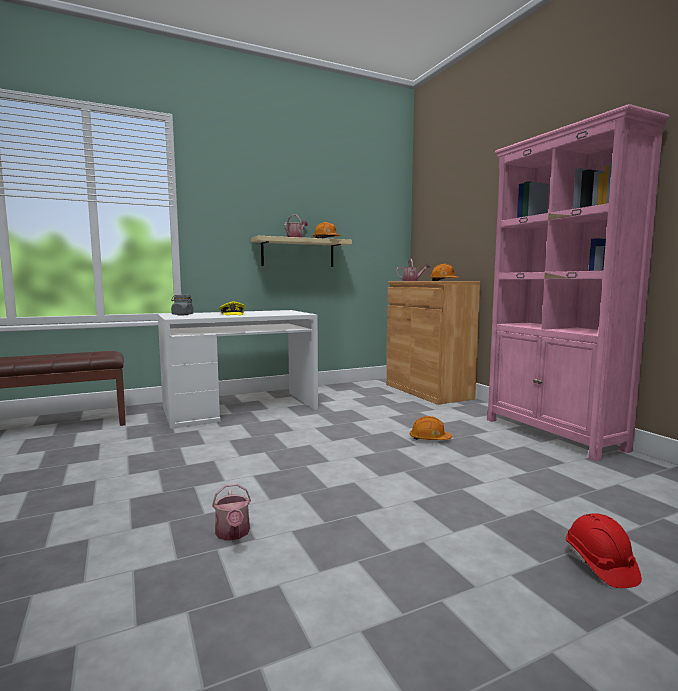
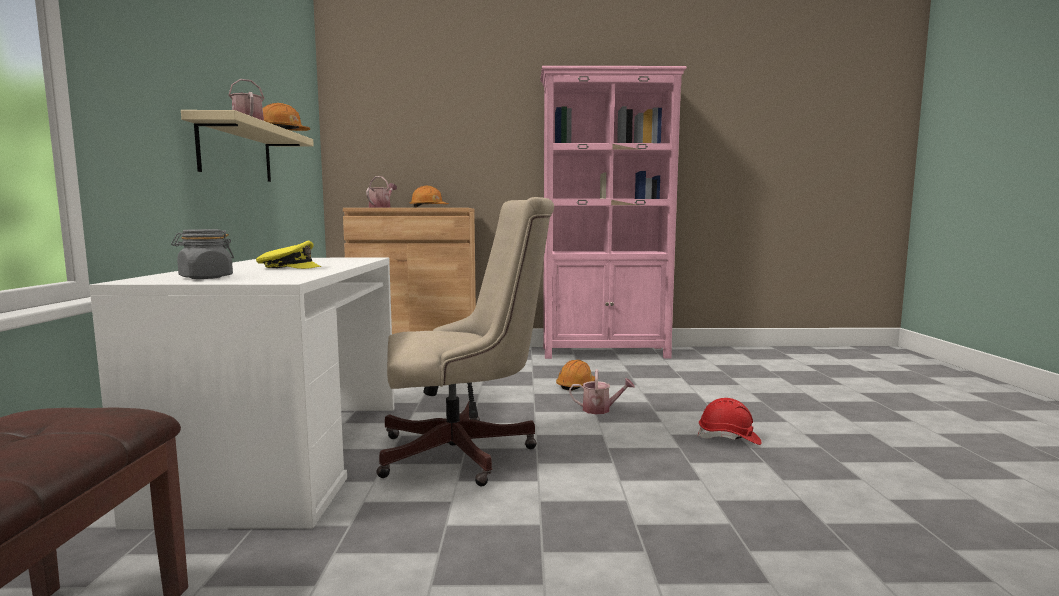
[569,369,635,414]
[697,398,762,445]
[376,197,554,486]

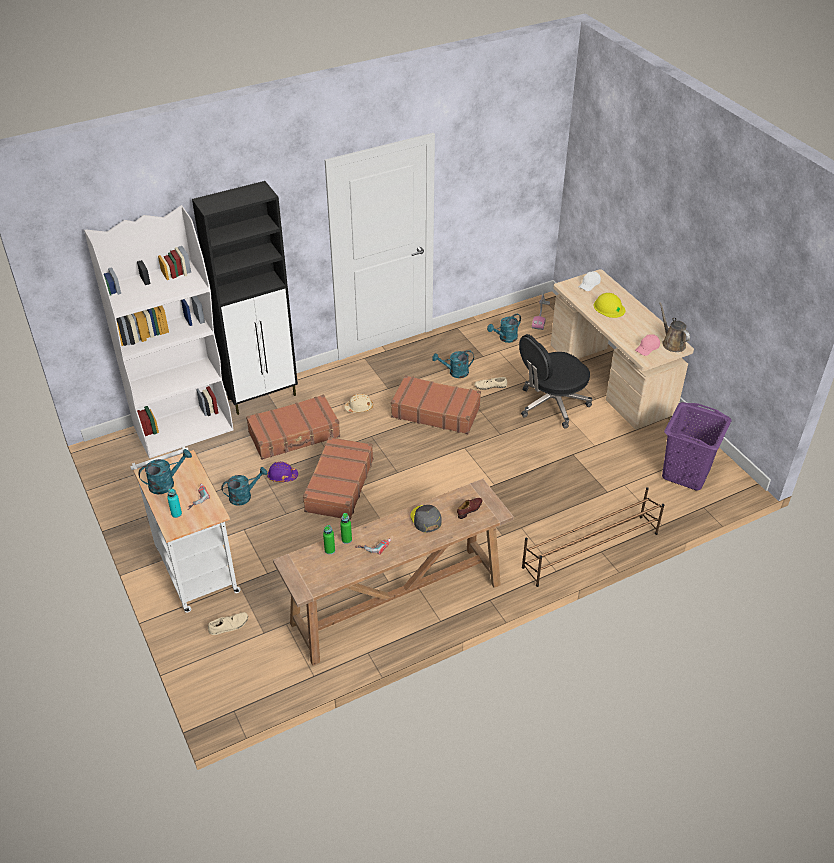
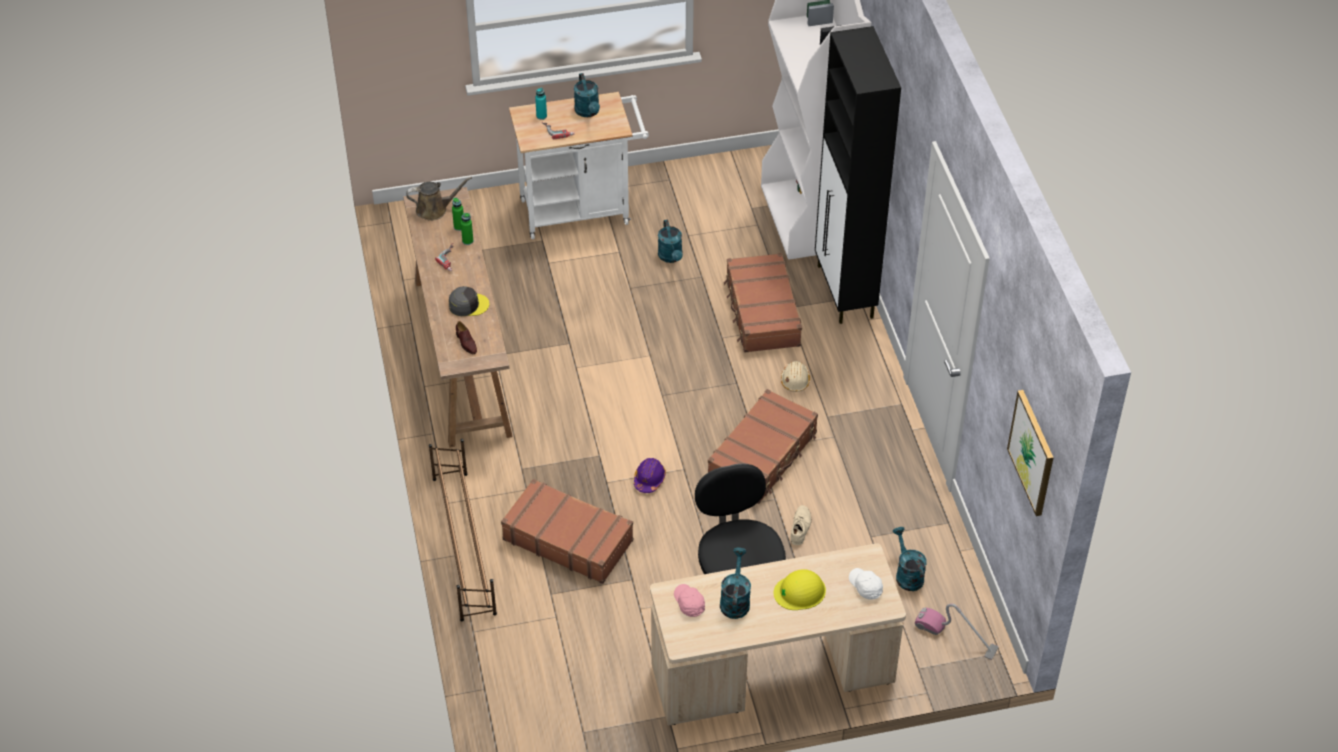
[208,612,248,635] (first image)
[634,458,666,493]
[501,479,633,584]
[720,548,751,619]
[406,177,472,221]
[662,402,732,490] (first image)
[1007,390,1054,516]

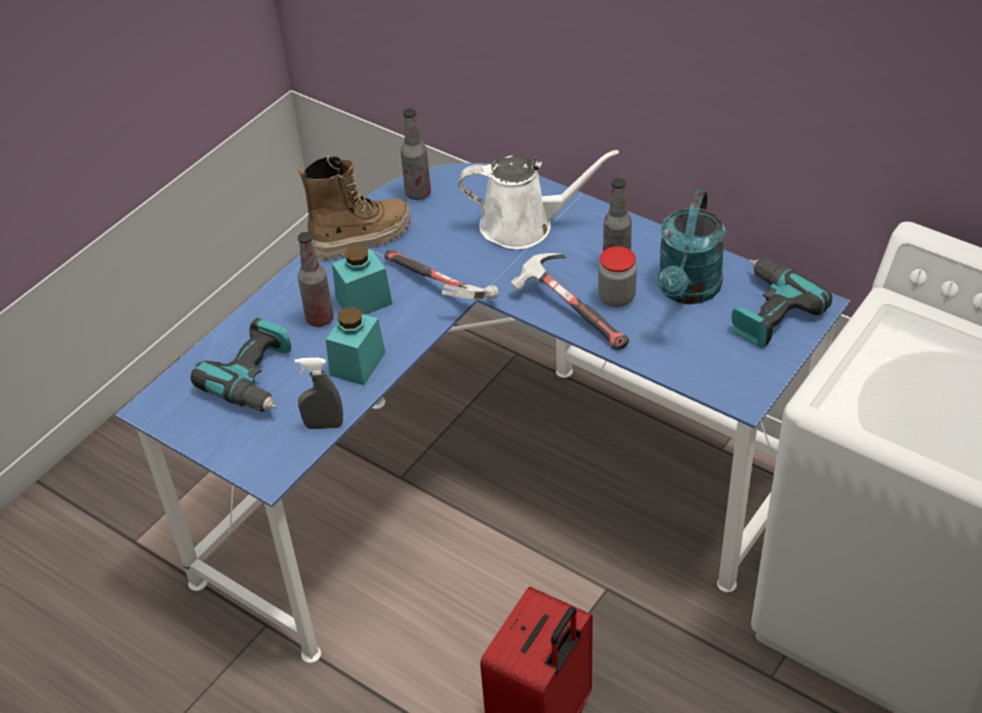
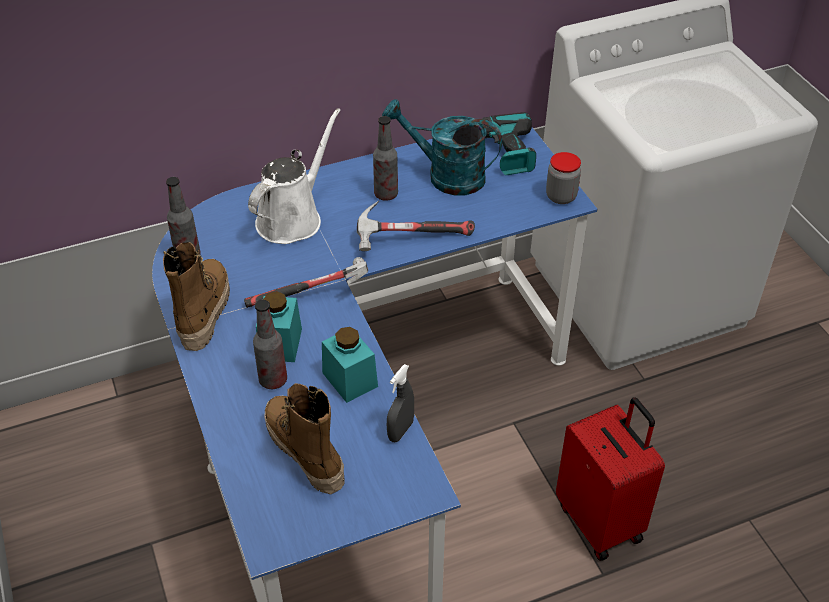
[264,383,345,494]
[546,152,581,204]
[382,99,502,195]

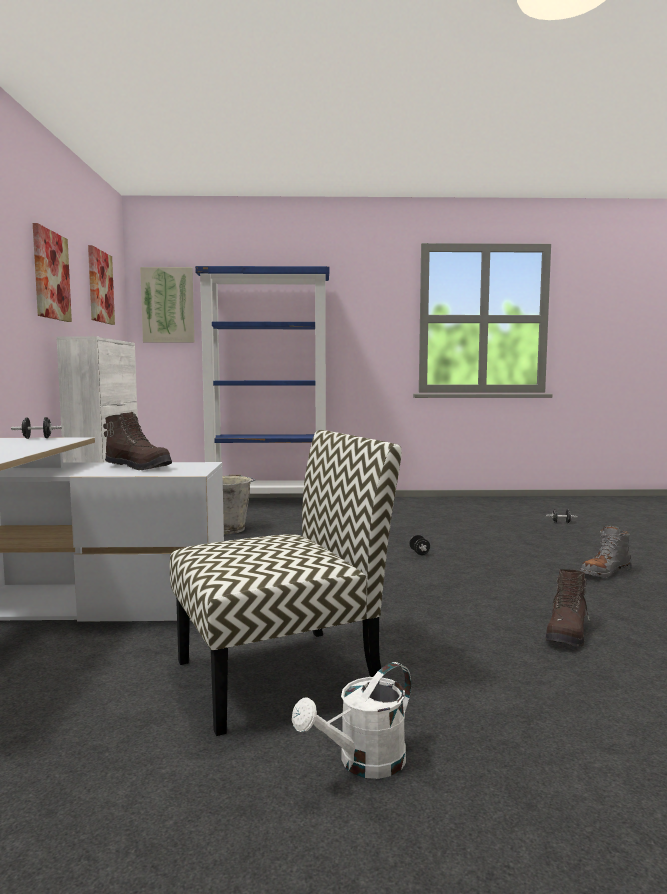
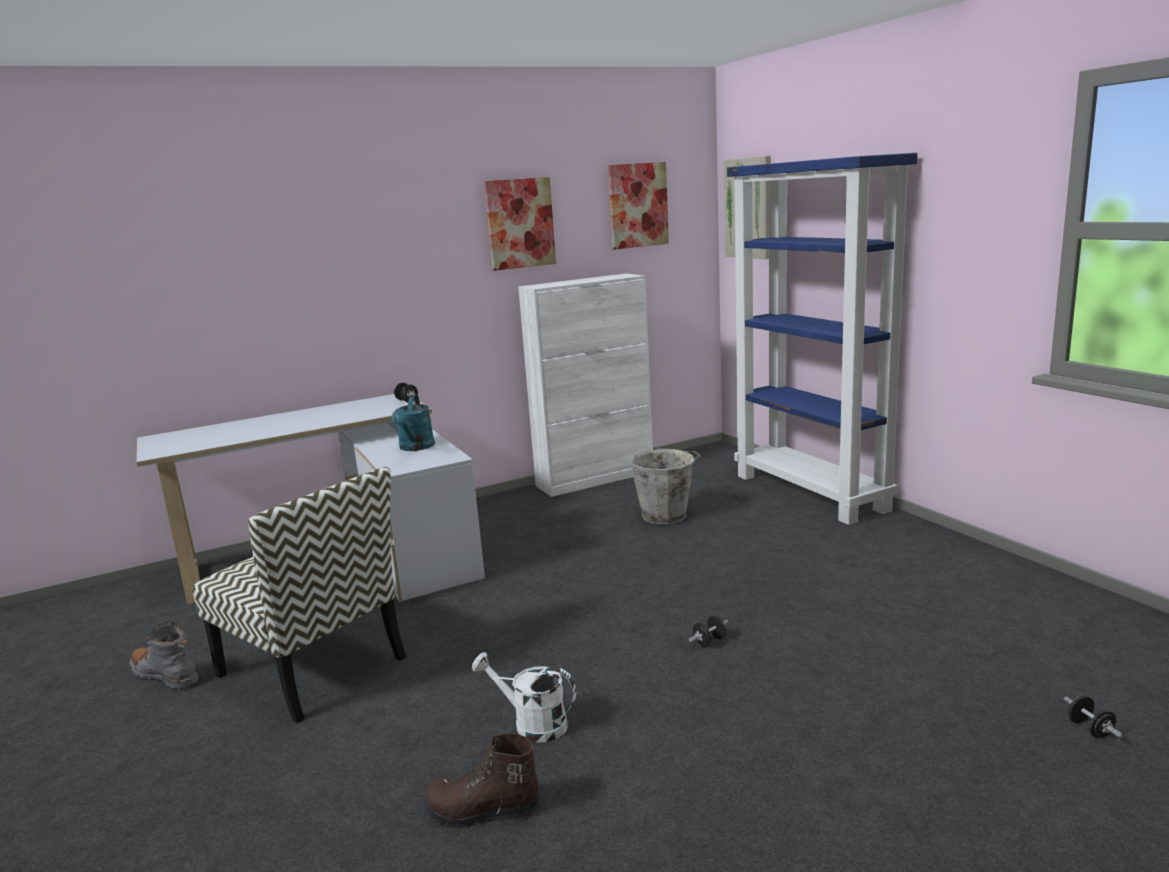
[391,394,435,451]
[472,652,576,742]
[130,621,199,689]

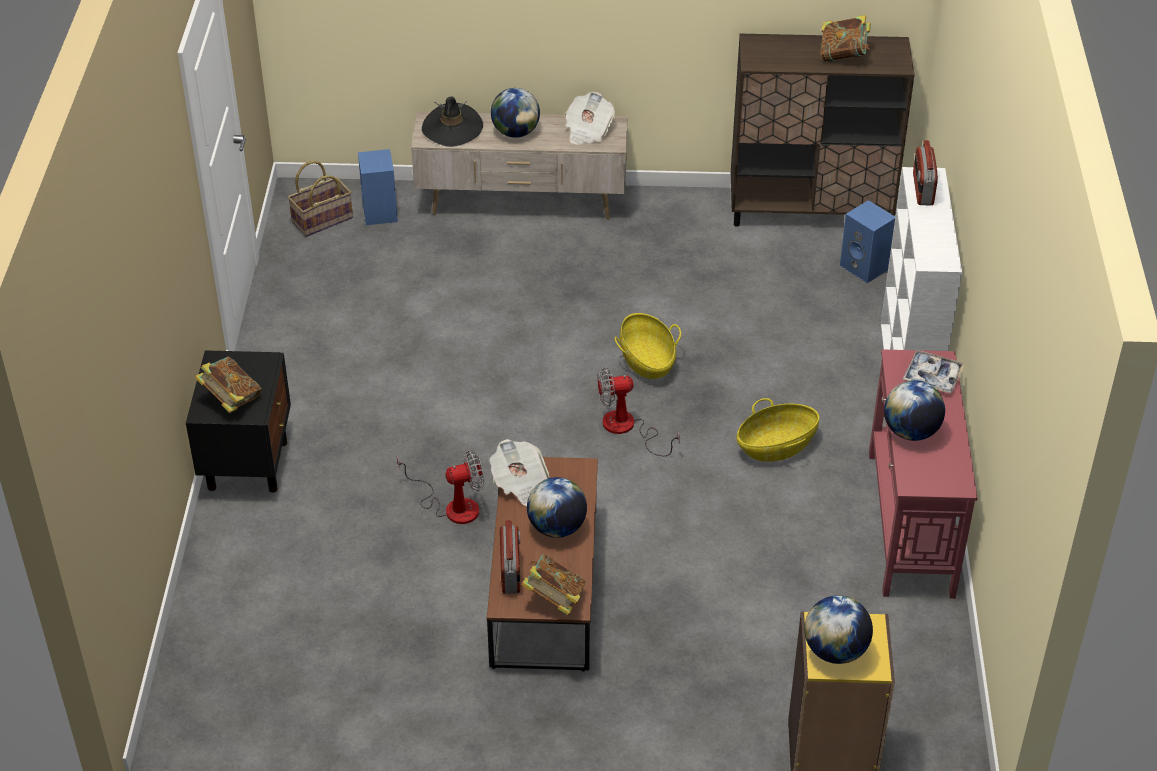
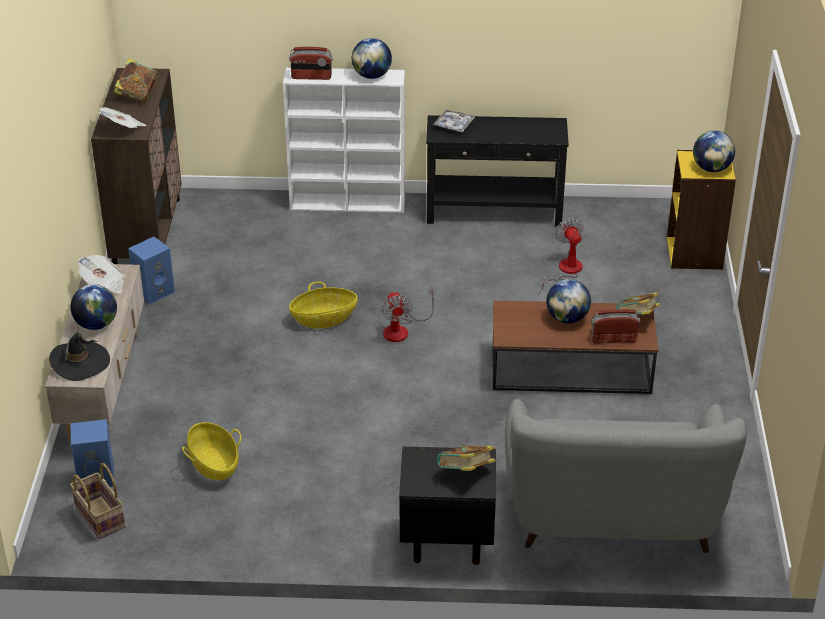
[542,217,583,290]
[98,107,147,128]
[182,422,241,480]
[128,237,175,305]
[426,115,569,227]
[352,38,392,79]
[505,399,747,553]

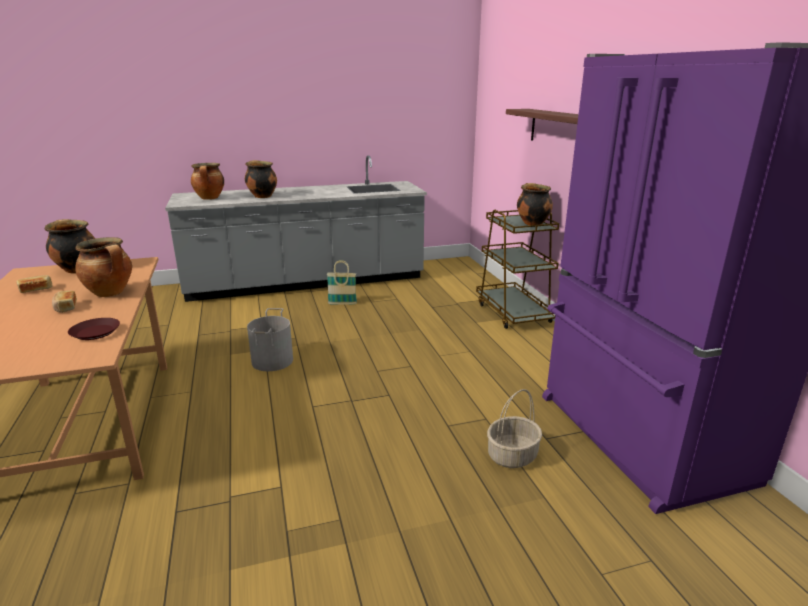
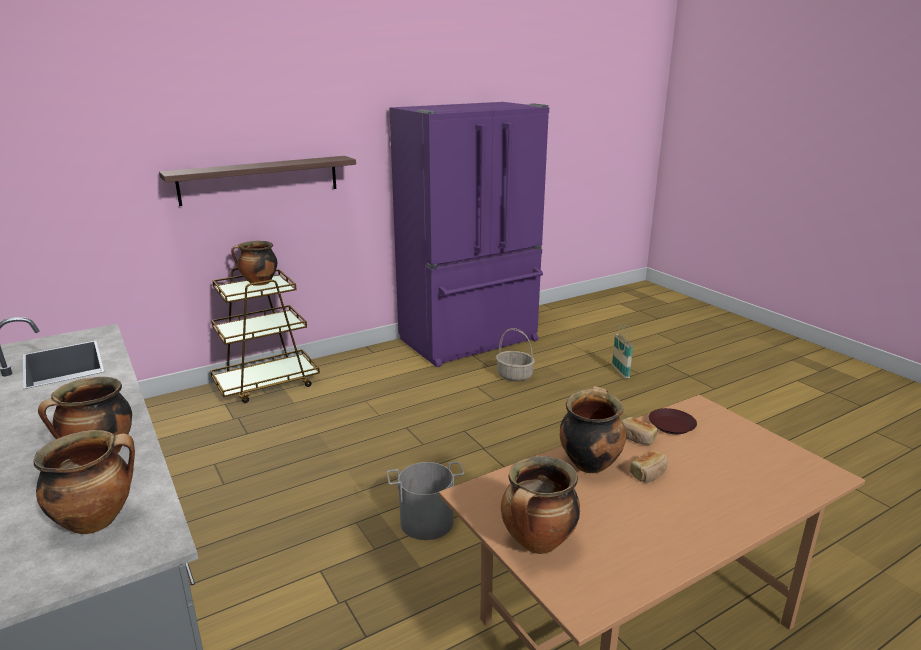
[622,417,658,445]
[612,325,633,379]

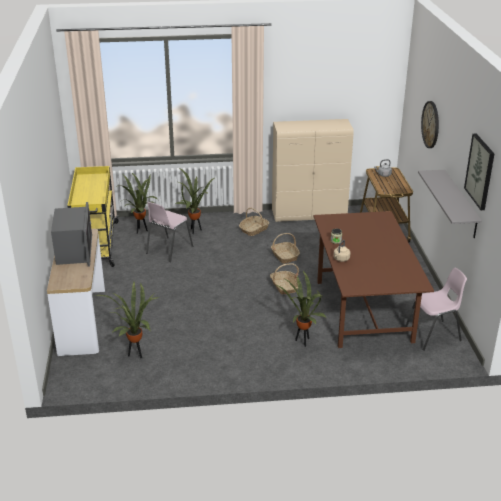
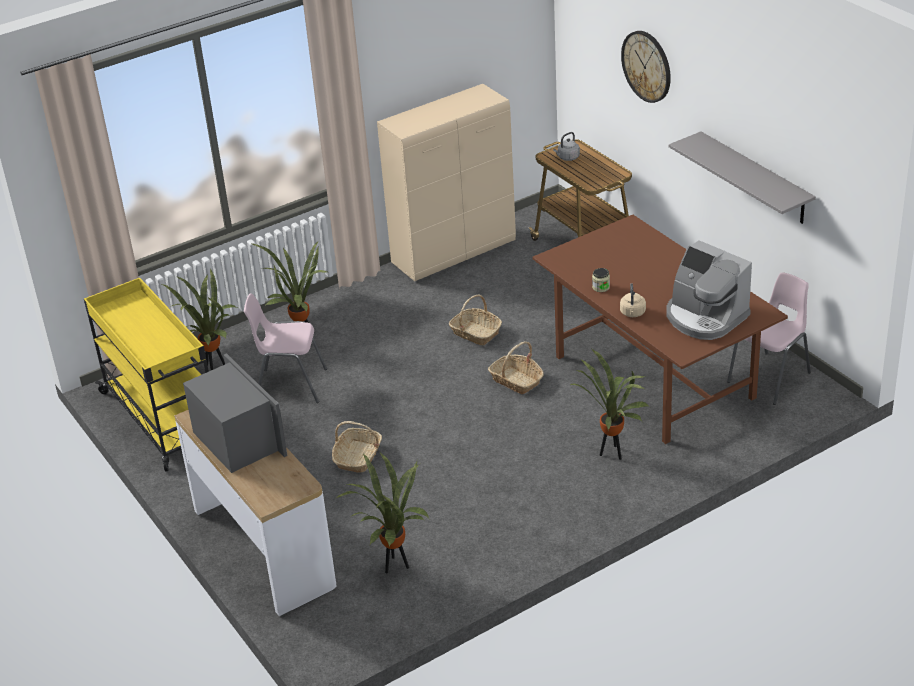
[244,293,327,403]
[332,421,382,473]
[464,134,494,210] (first image)
[666,240,752,340]

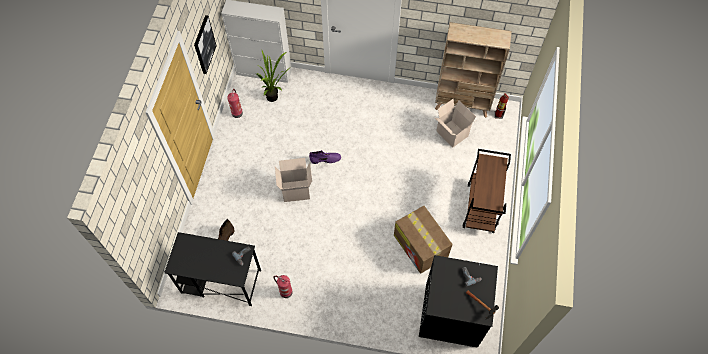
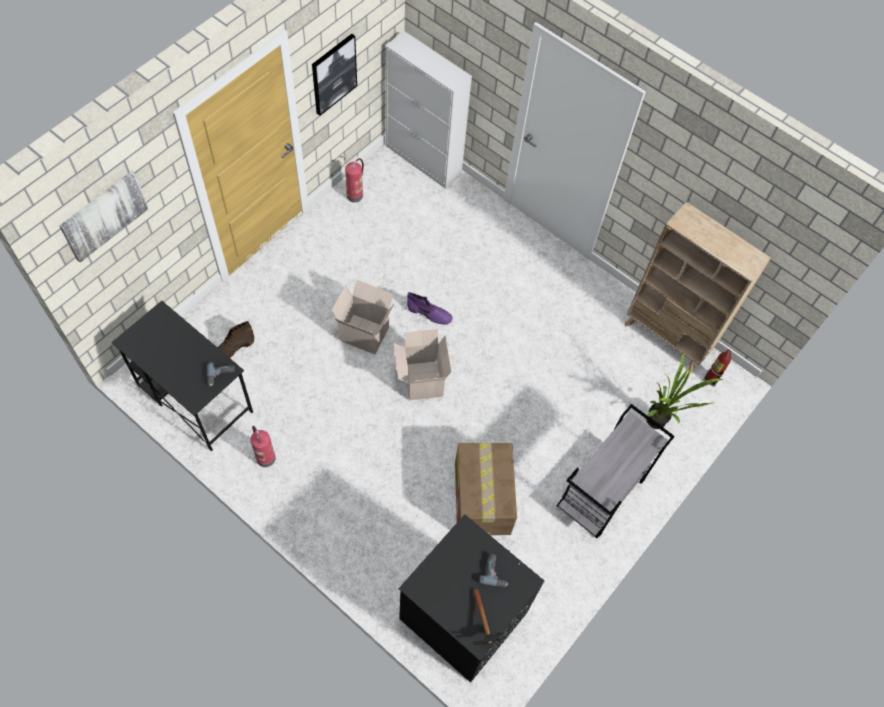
[646,352,723,429]
[393,329,452,400]
[556,404,675,538]
[59,171,148,263]

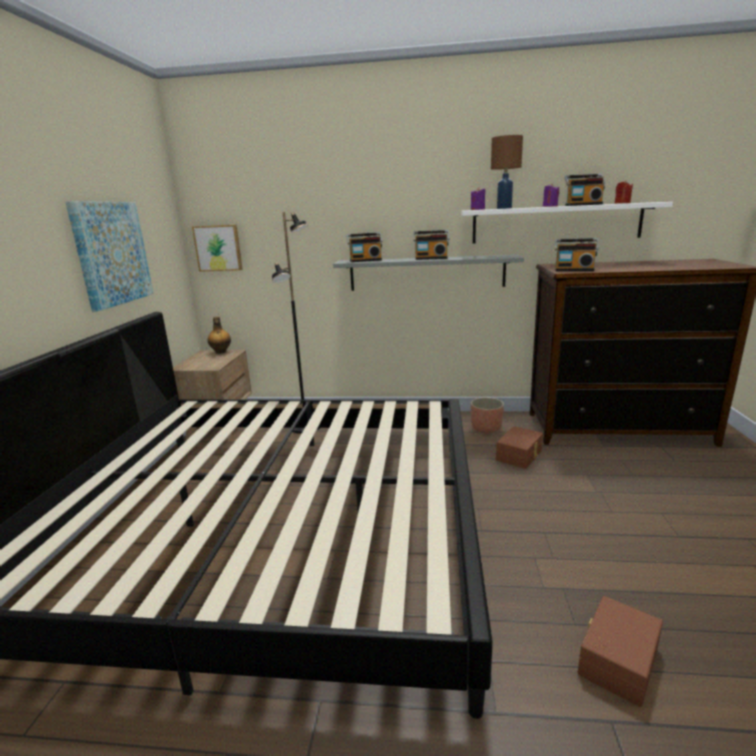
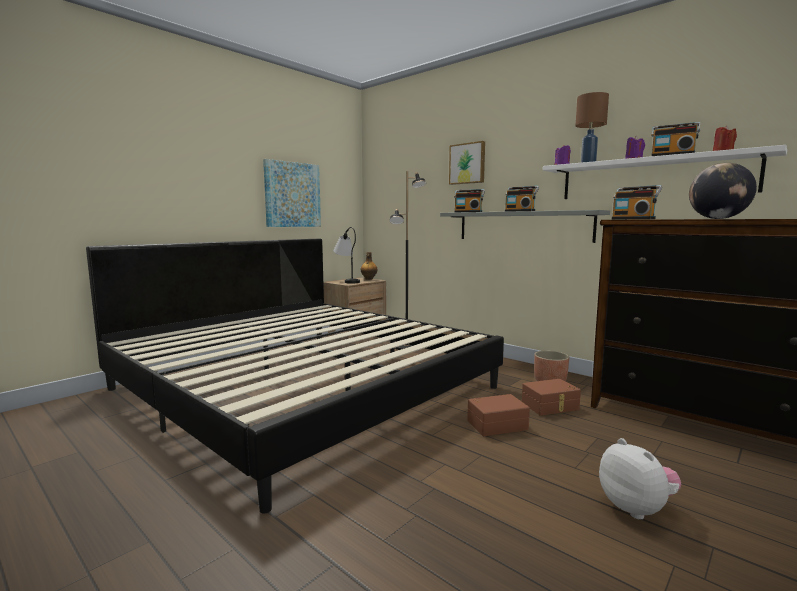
[449,141,485,185]
[467,394,530,436]
[333,227,360,284]
[599,438,681,520]
[689,163,757,219]

